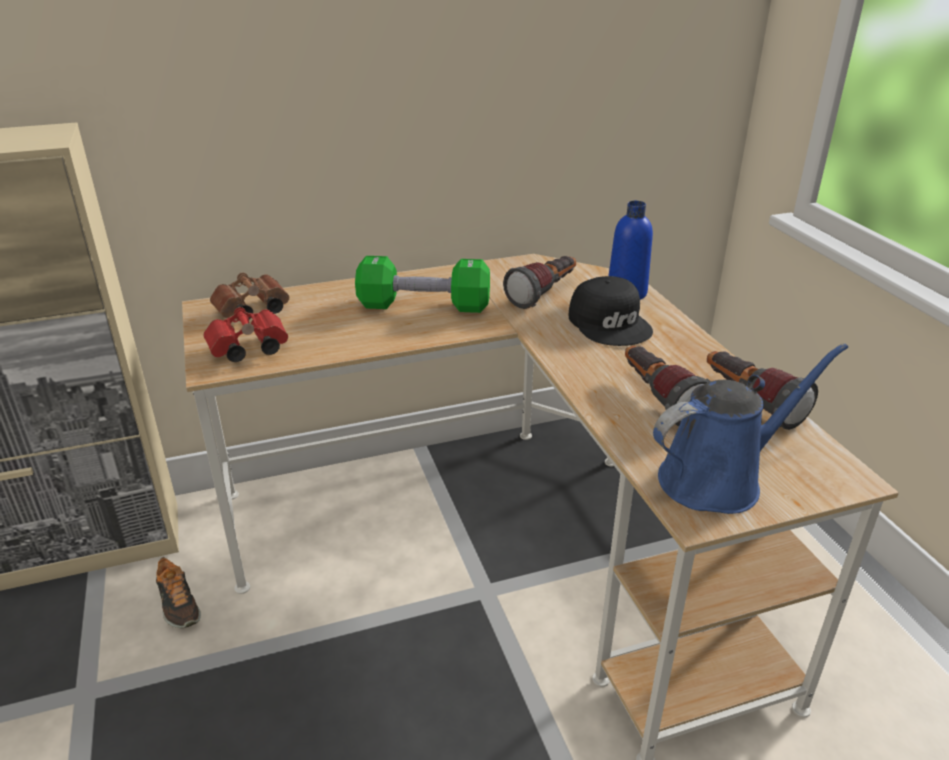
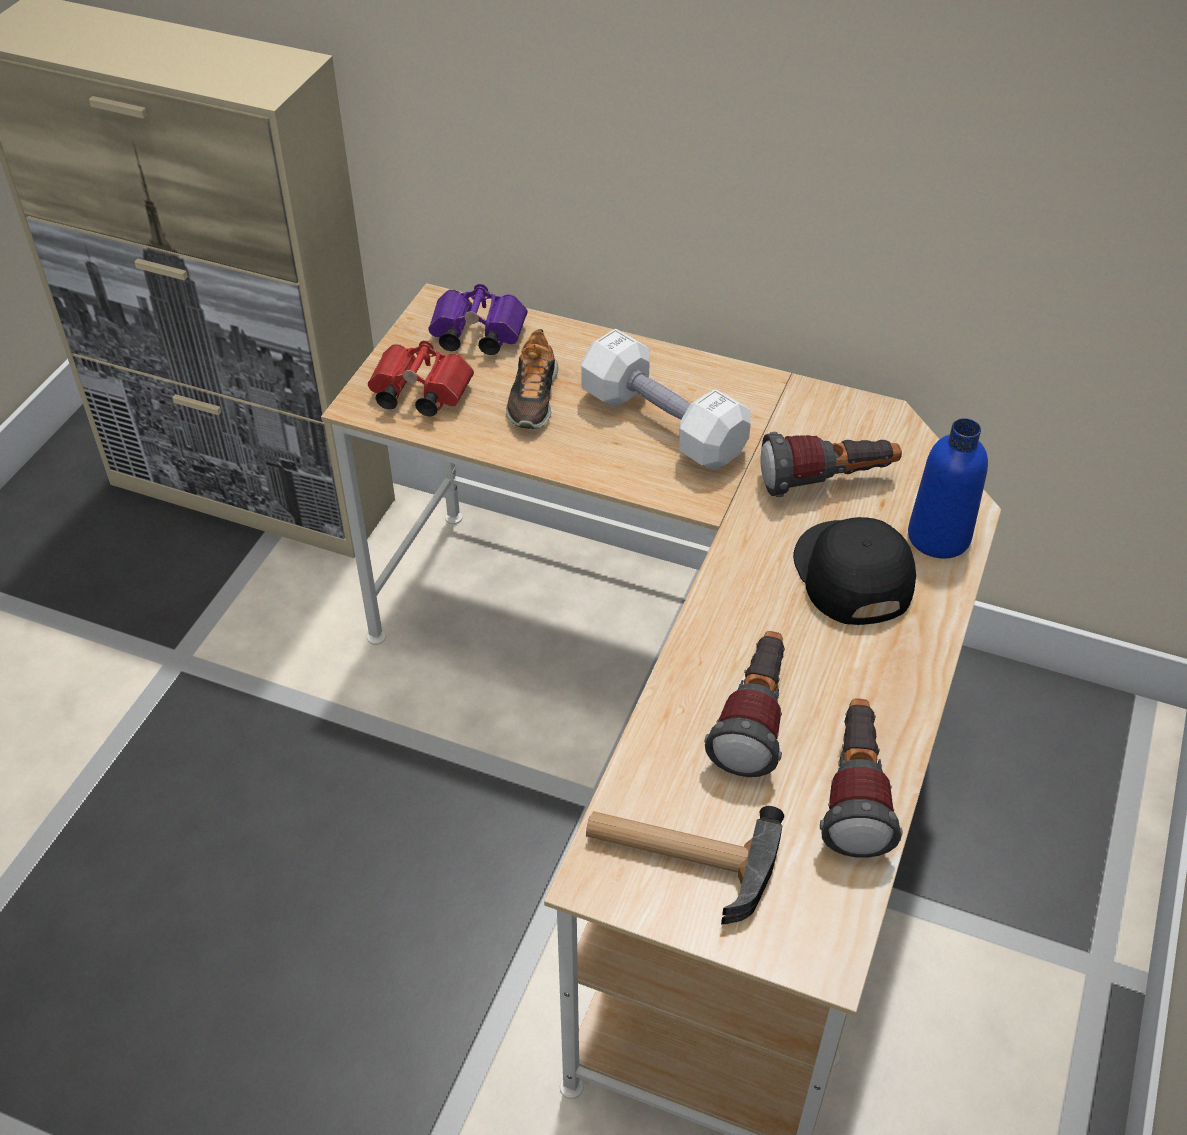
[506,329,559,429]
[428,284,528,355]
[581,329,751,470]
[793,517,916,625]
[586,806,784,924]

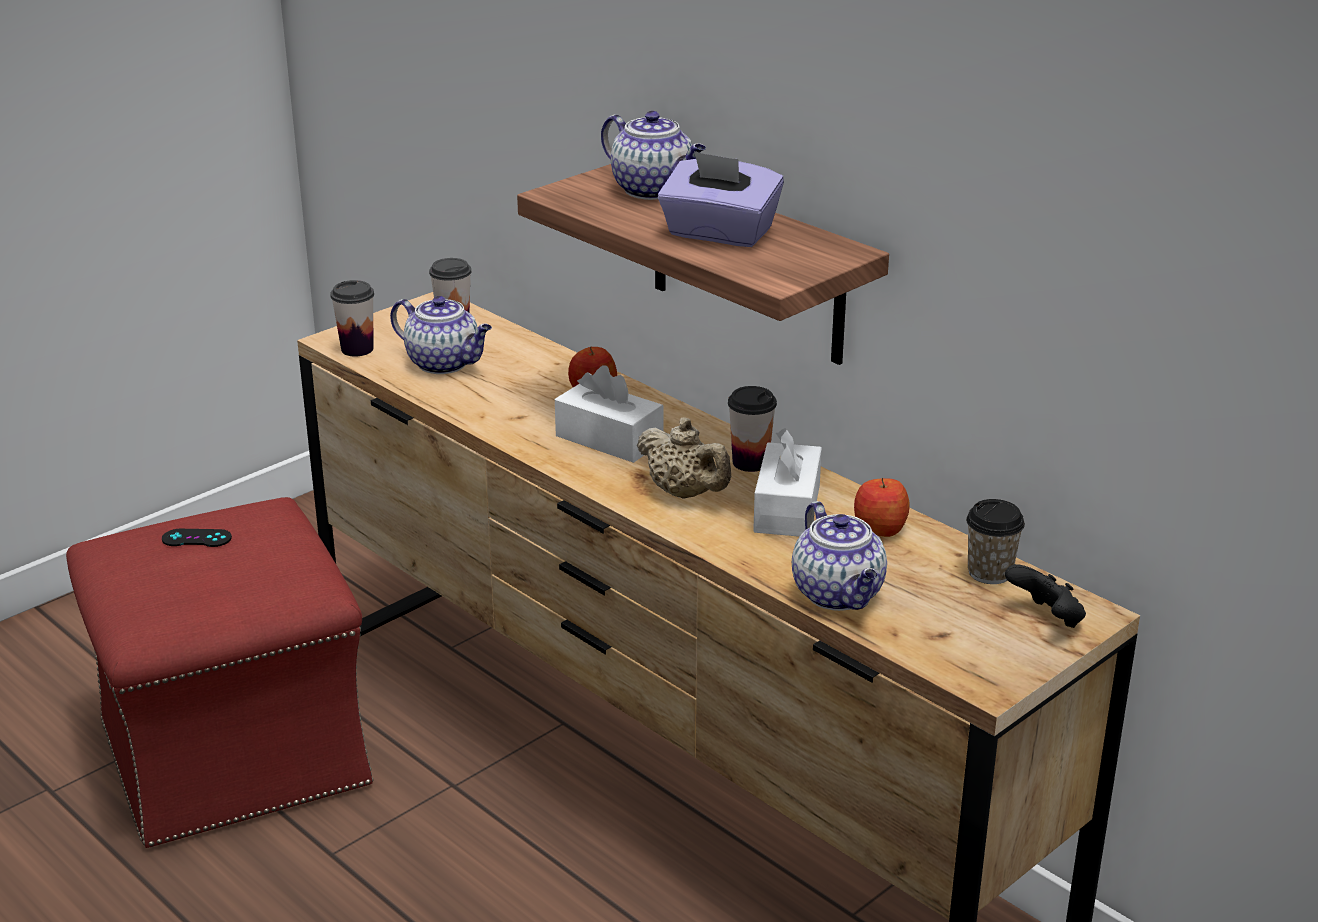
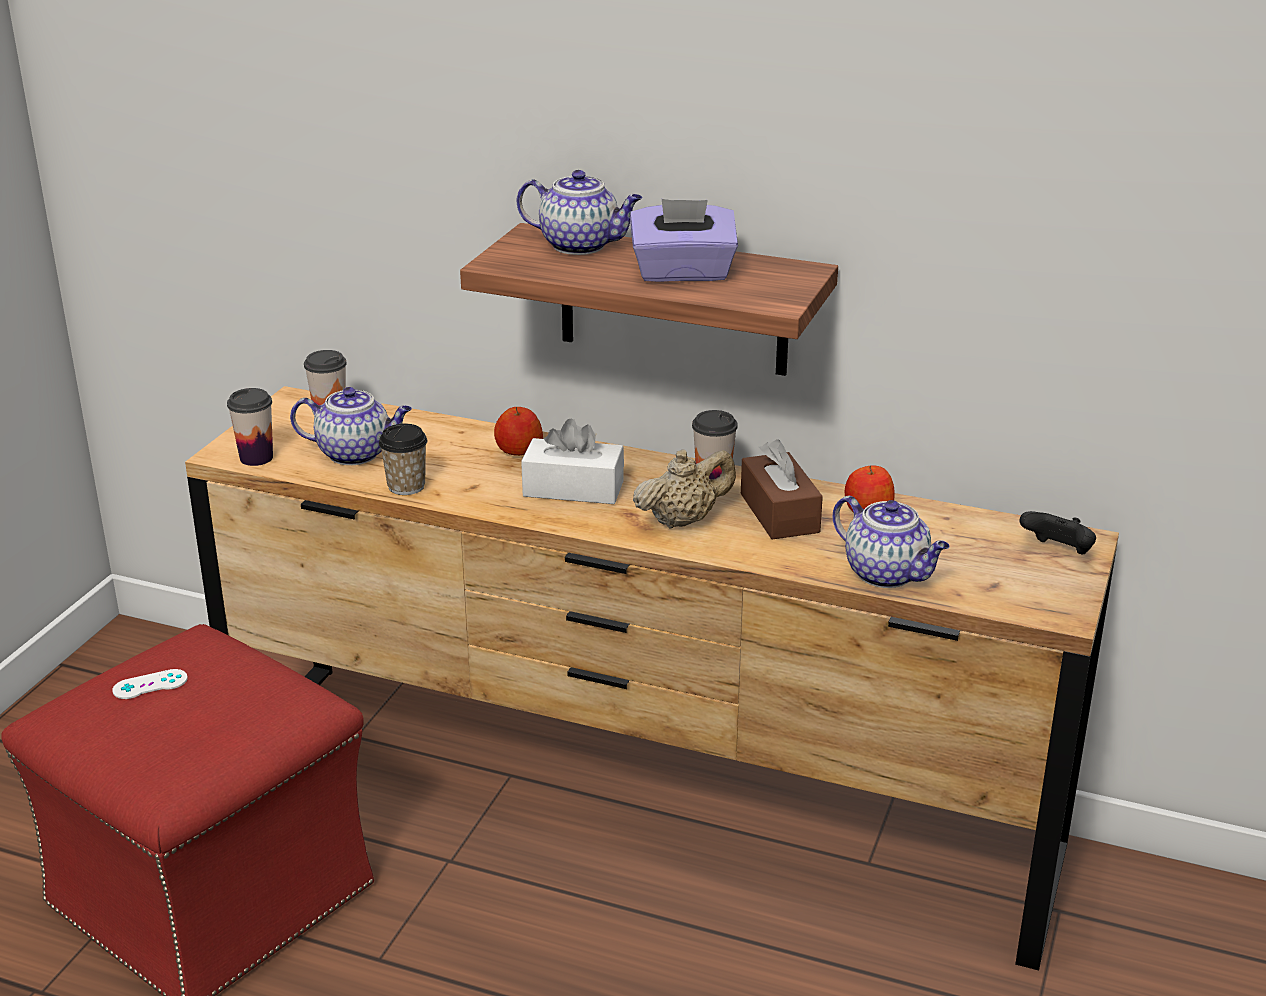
[112,669,188,699]
[633,449,736,529]
[741,439,823,540]
[379,424,427,495]

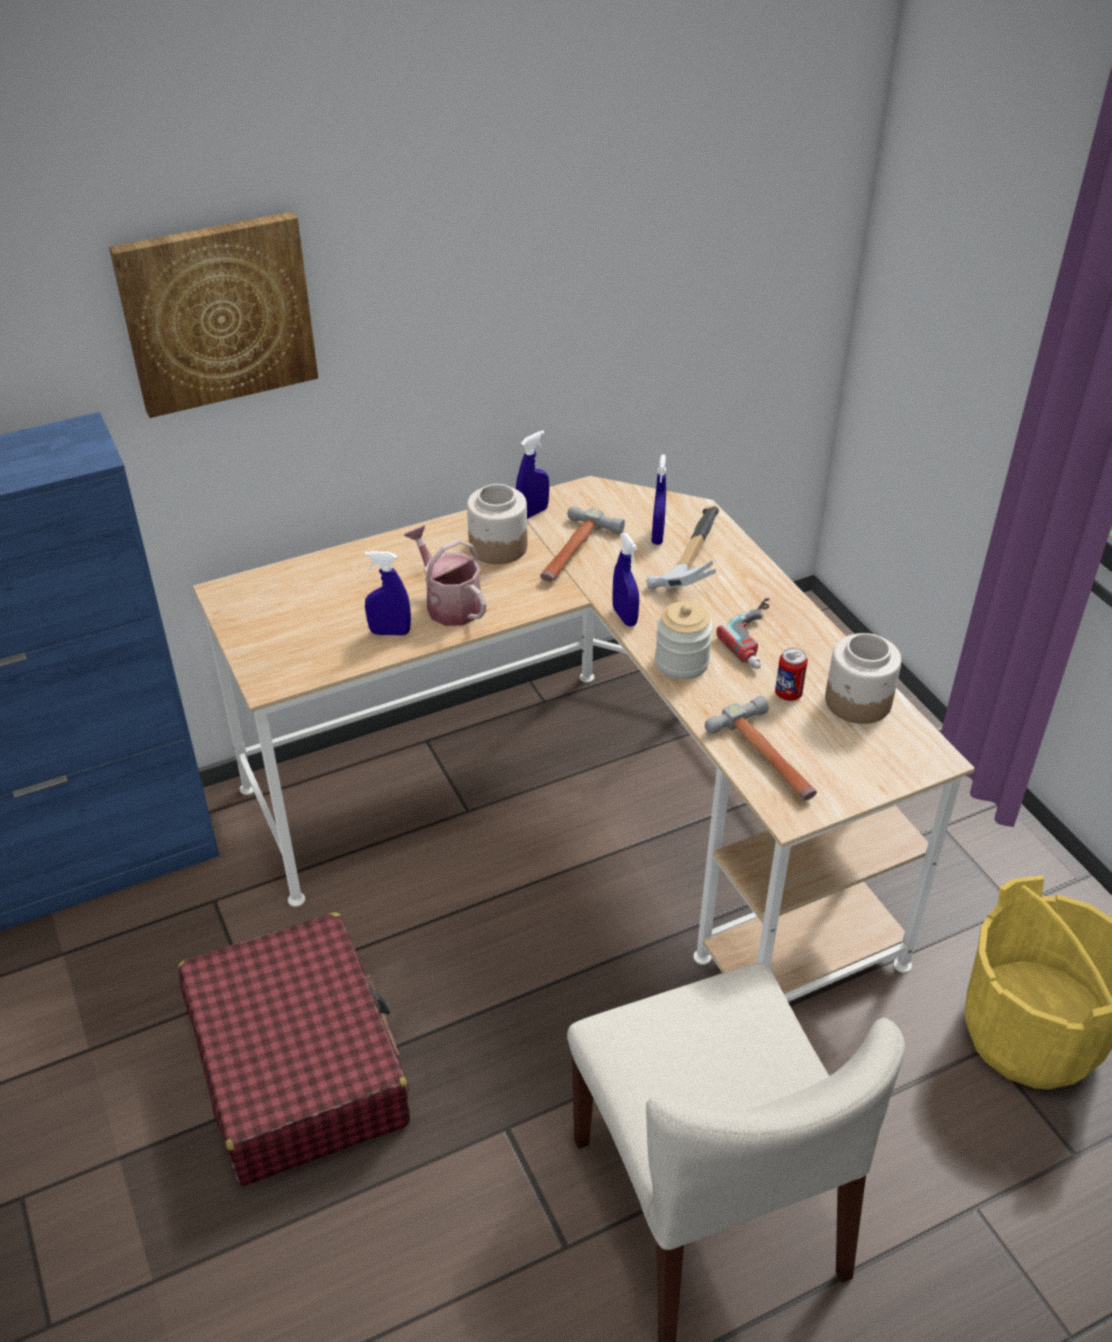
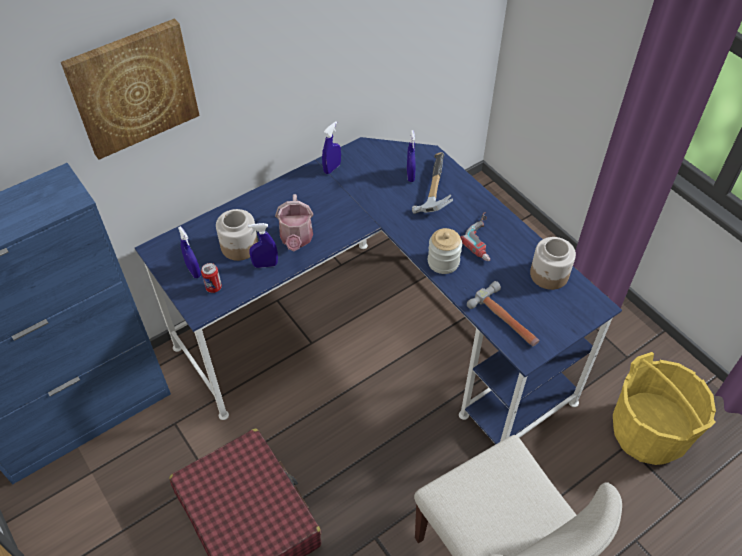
[135,137,622,445]
[275,194,313,251]
[216,209,258,261]
[540,506,625,582] (first image)
[178,226,201,278]
[201,263,222,293]

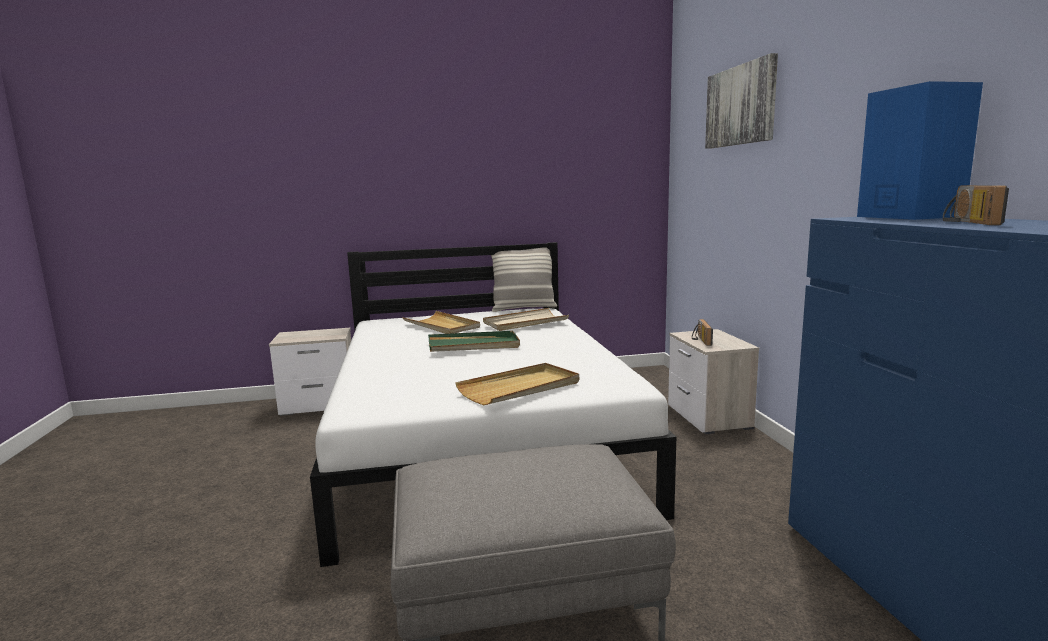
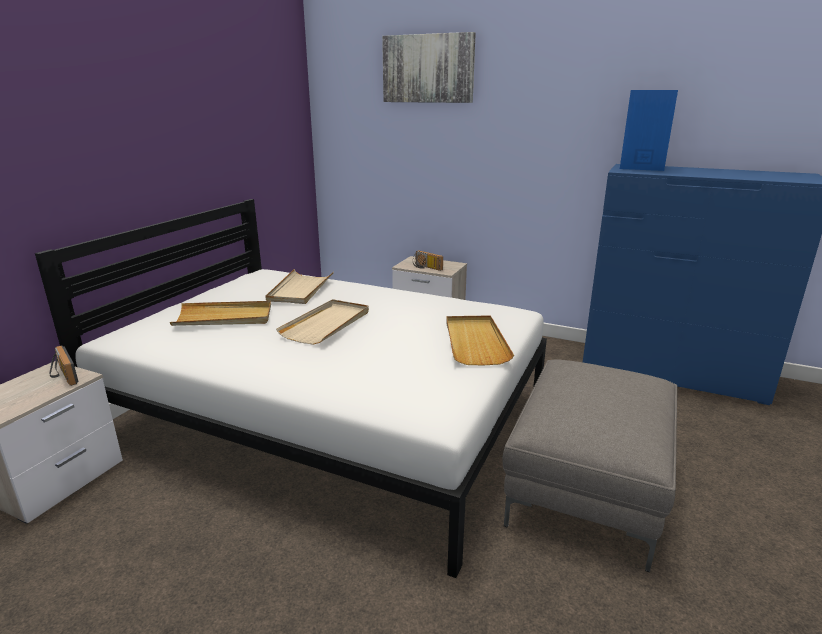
[276,299,369,345]
[491,247,557,312] (first image)
[49,345,79,386]

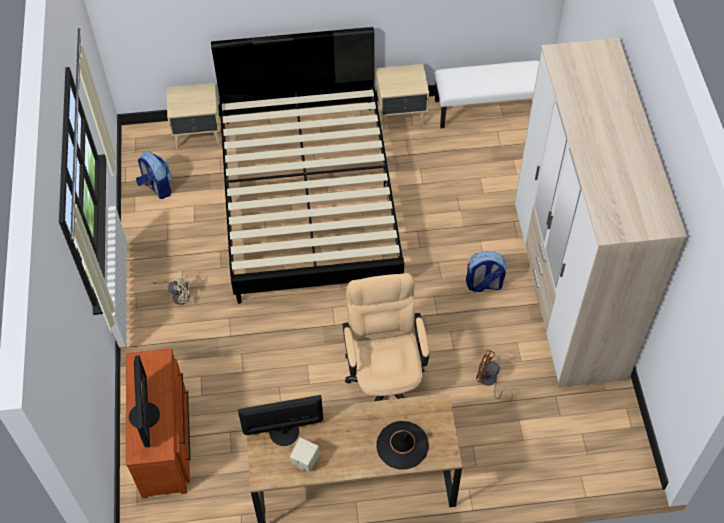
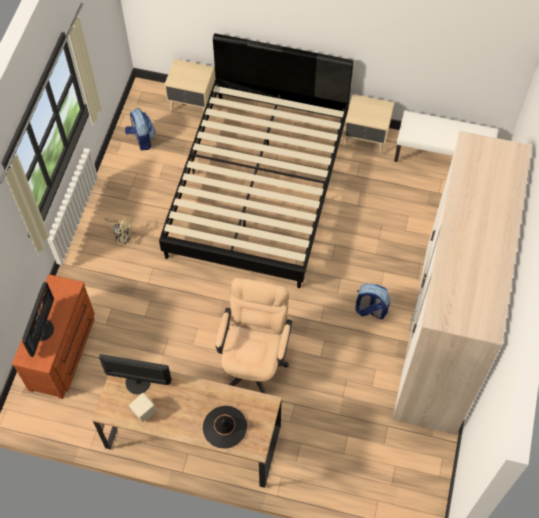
[476,350,513,402] (first image)

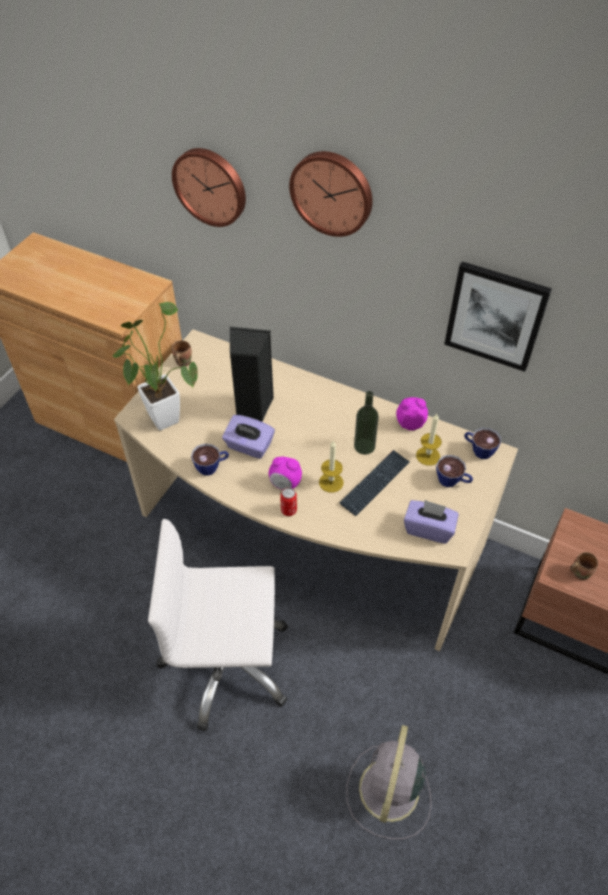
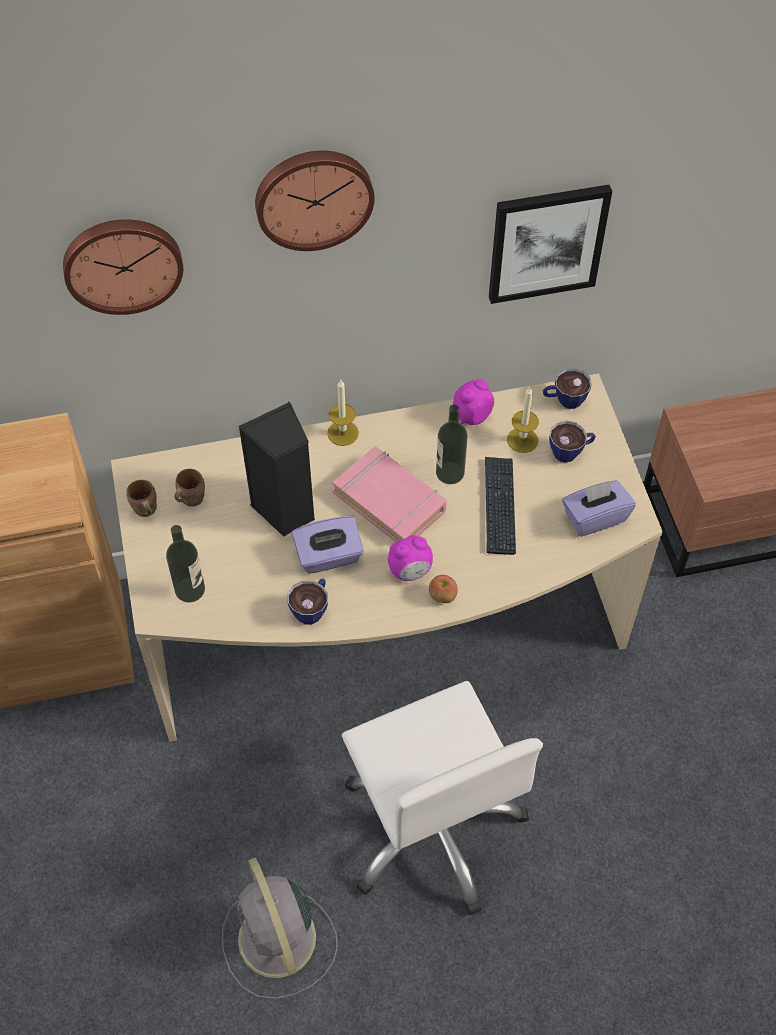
[166,525,205,602]
[342,681,543,915]
[429,575,458,603]
[327,380,359,446]
[222,857,338,999]
[175,469,205,507]
[332,447,447,542]

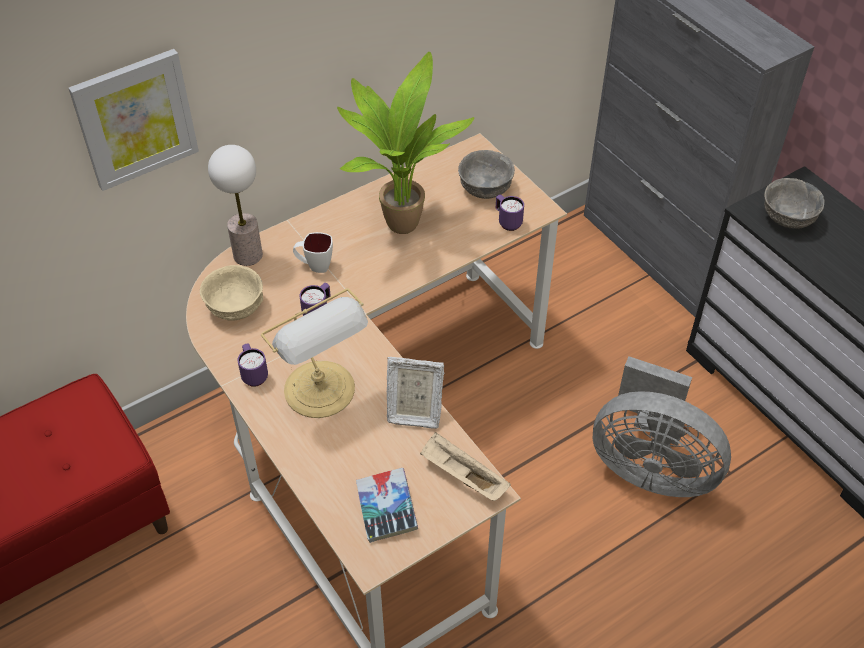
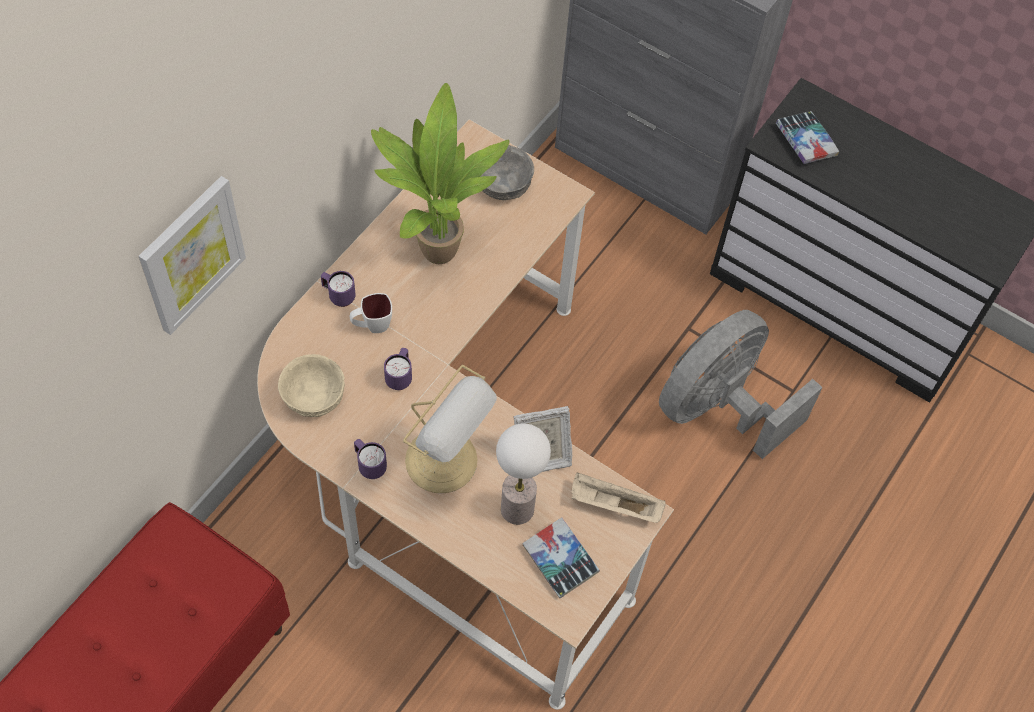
[496,423,551,525]
[321,271,356,307]
[659,310,823,459]
[776,111,839,164]

